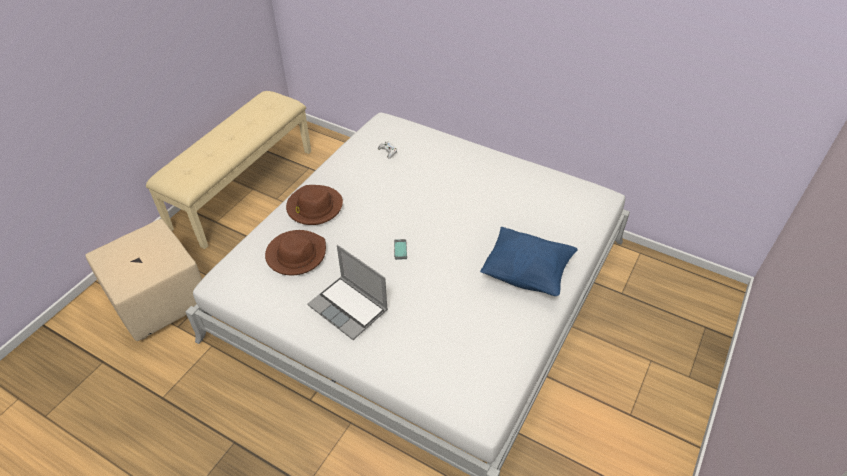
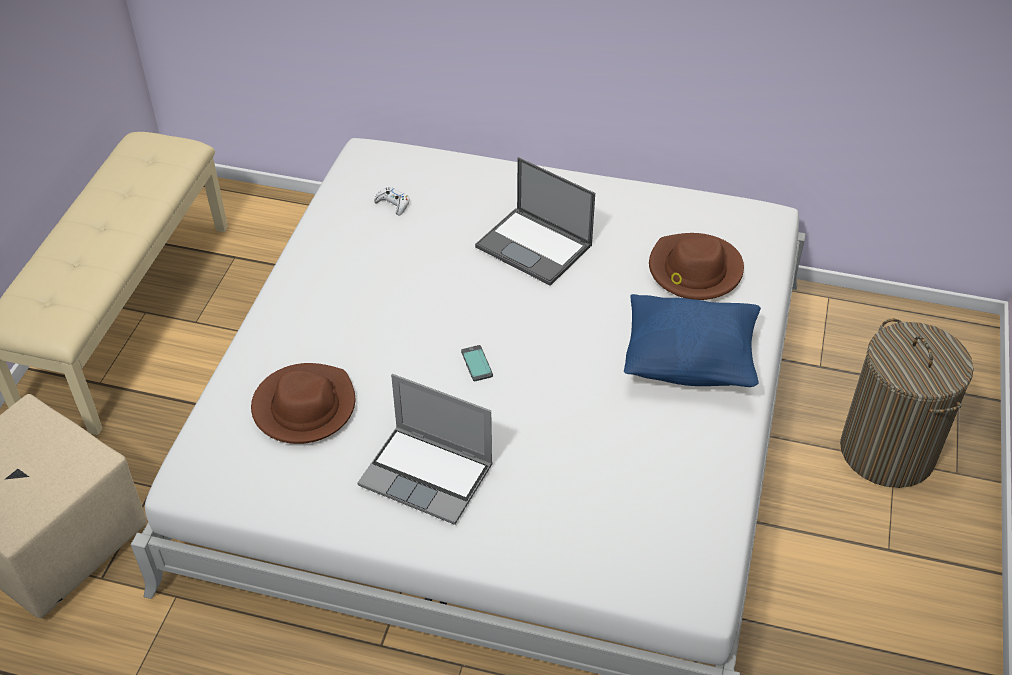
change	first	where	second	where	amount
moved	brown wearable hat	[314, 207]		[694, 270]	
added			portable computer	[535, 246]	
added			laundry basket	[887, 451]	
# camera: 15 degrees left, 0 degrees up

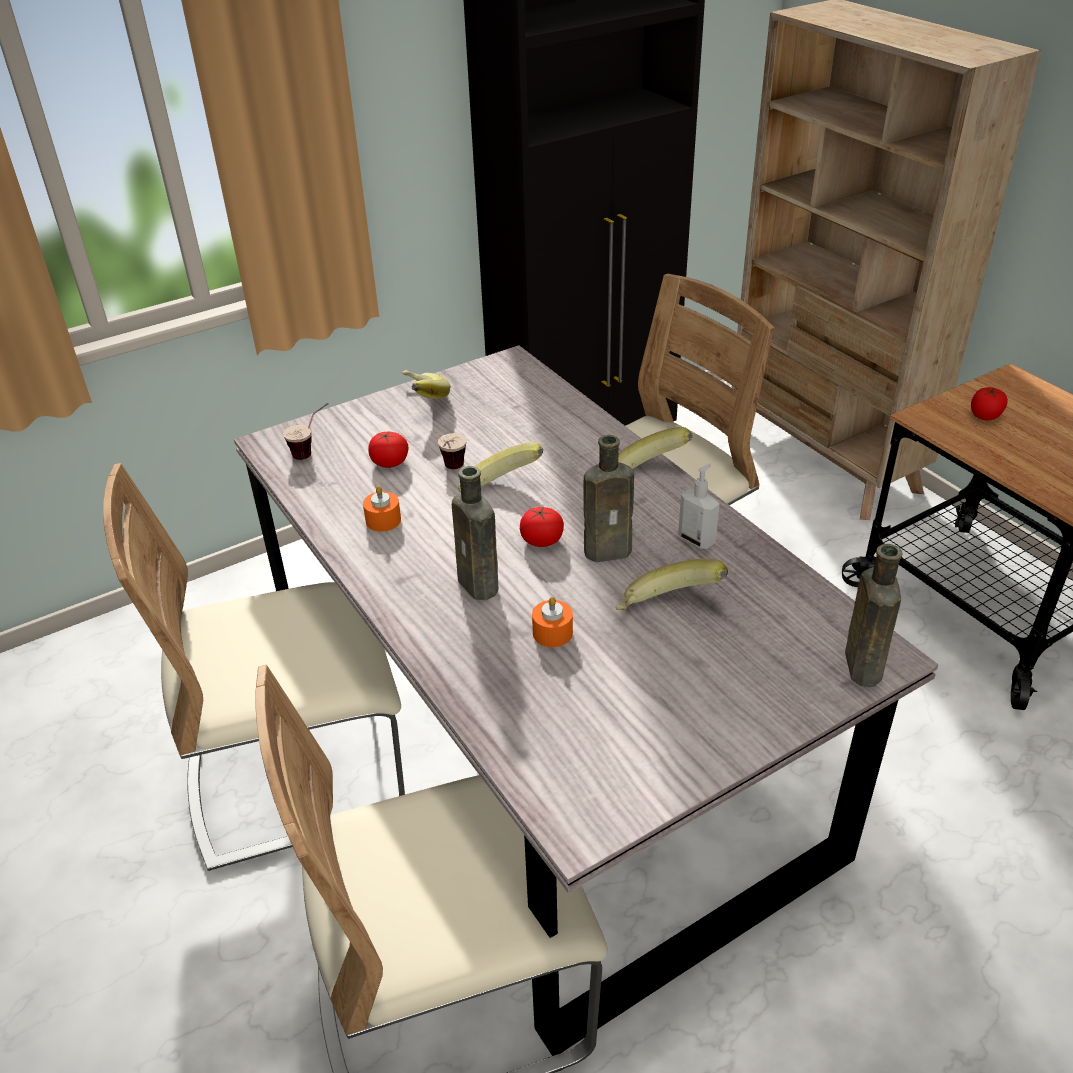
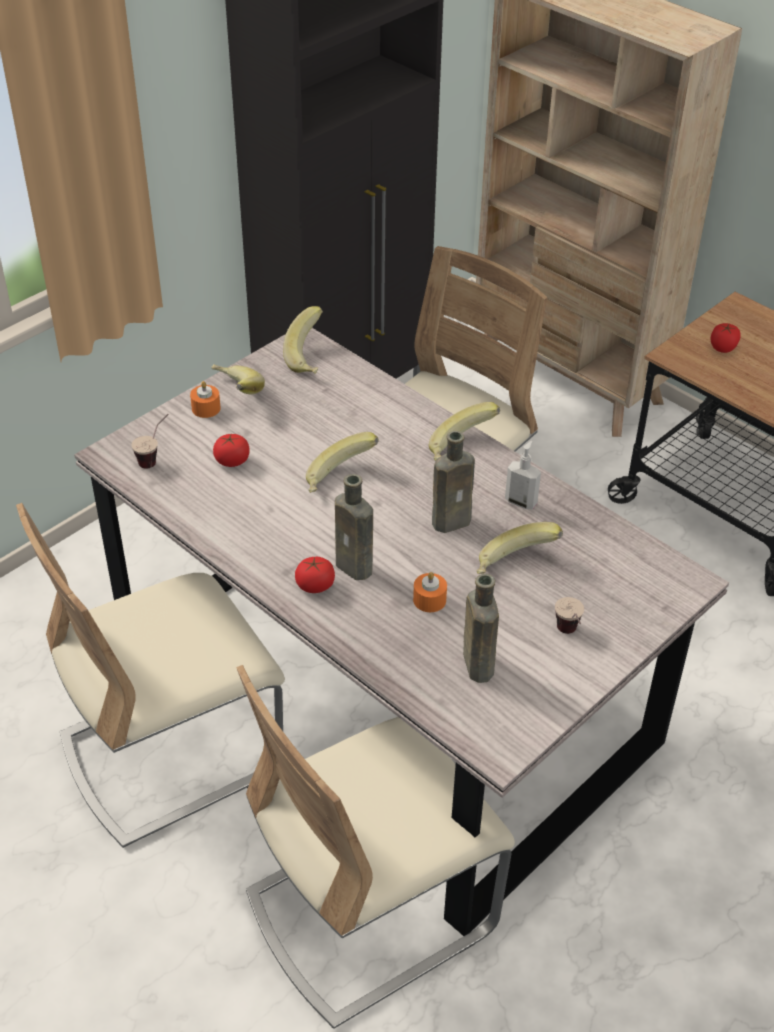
change	first	where	second	where	amount
moved	orange-coloured candle	[383, 520]		[206, 408]	
moved	small cup	[452, 471]		[569, 636]	
moved	whole tomato	[542, 540]		[315, 586]	
moved	brown bottle	[861, 664]		[477, 663]	
added			banana	[310, 358]	
# camera: 15 degrees left, 5 degrees up

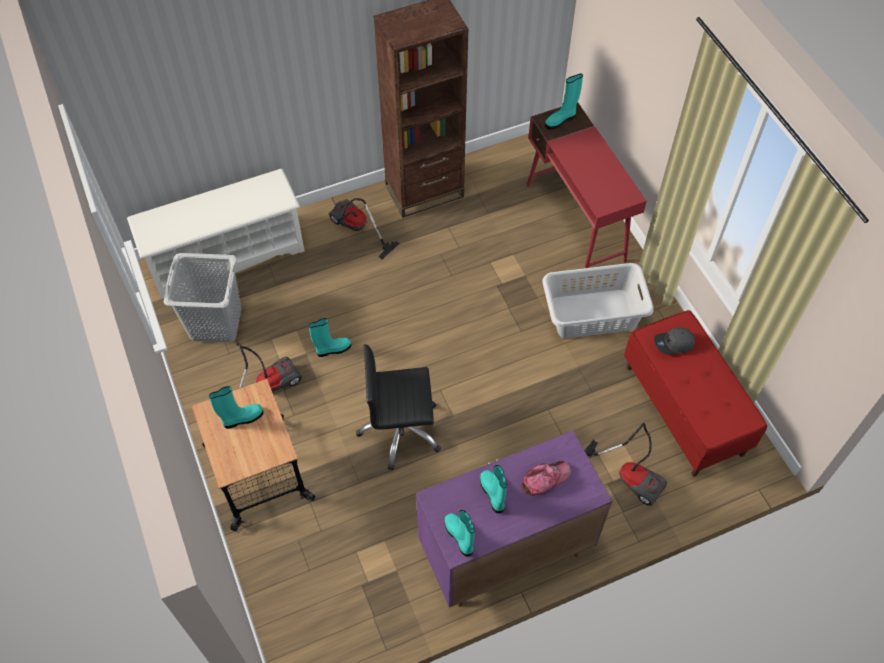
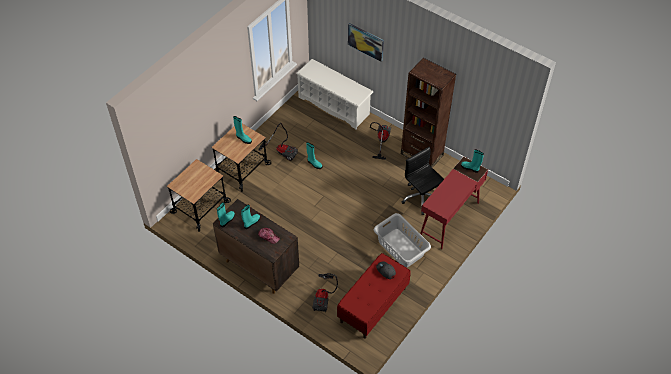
change	first	where	second	where	amount
removed	grey laundry basket	[215, 322]			
moved	black-coloured computer chair	[400, 431]		[421, 198]	
recoloured	purple-coloured storage cabinet	[504, 552]	brown storage cabinet	[259, 266]	
added			cart	[200, 207]	
added			wall art	[366, 41]	
# camera: 60 degrees right, 5 degrees down

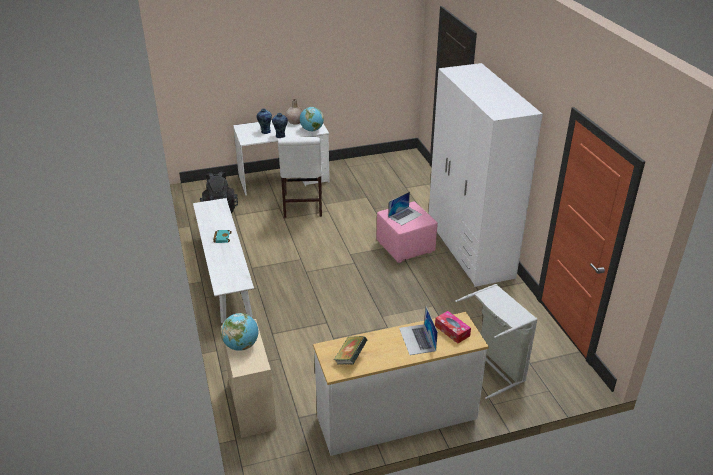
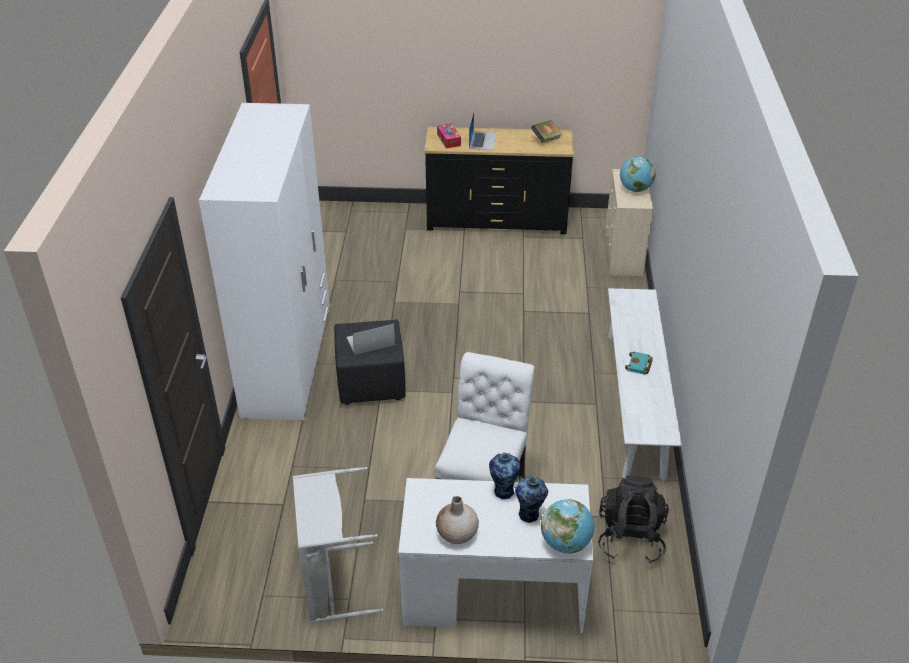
change	first	where	second	where	amount
moved	world globe	[312, 130]		[566, 543]	
recoloured	white drawer chest	[397, 419]	black-coloured drawer chest	[496, 220]	
recoloured	pink-coloured ottoman	[405, 247]	black-coloured ottoman	[370, 384]	
moved	grey laundry basket	[493, 368]		[331, 583]	
# camera: 160 degrees left, 5 degrees up

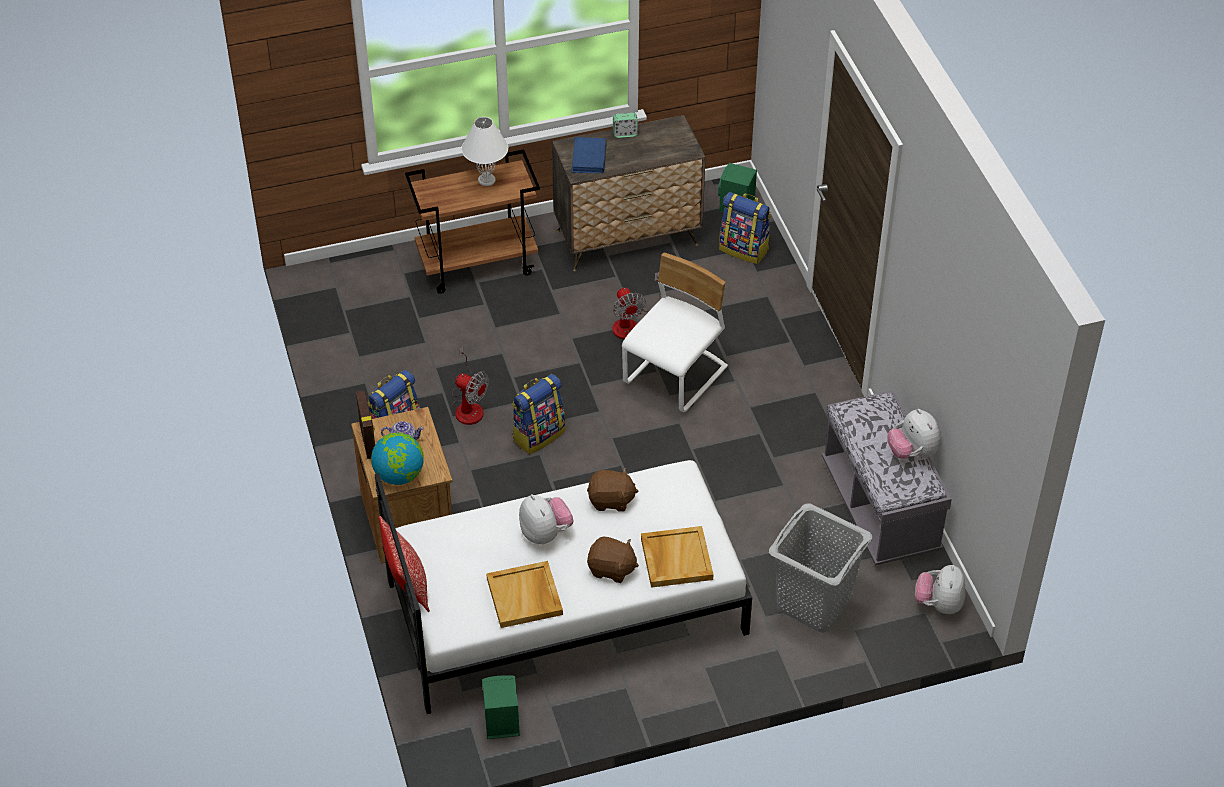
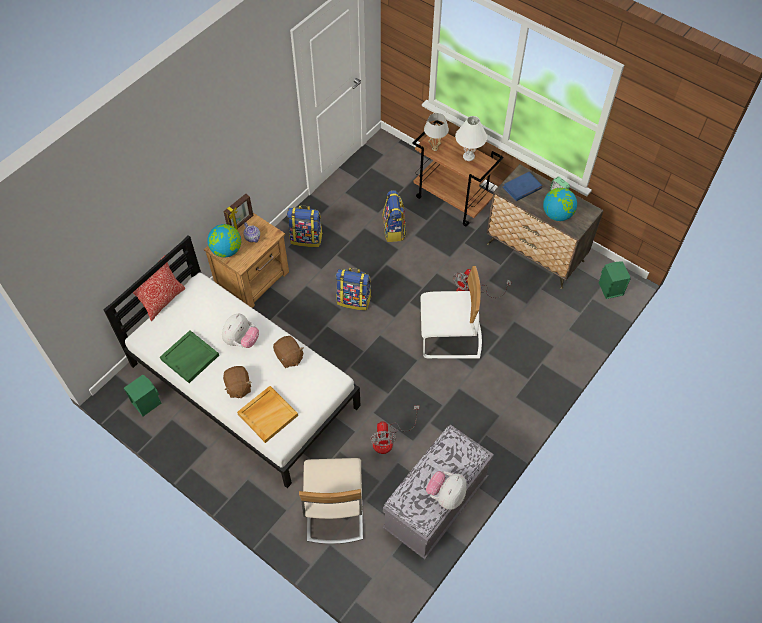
change	first	where	second	where	amount
moved	cooling fan	[468, 406]		[388, 439]	
recoloured	sand-coloured serving tray	[525, 597]	green serving tray	[190, 358]	
moved	backpack	[744, 249]		[394, 230]	
replaced	grey laundry basket	[814, 604]	sand-coloured chair	[334, 510]	
removed	soft toy	[939, 604]			
added			white table lamp	[434, 148]	
added			world globe	[557, 214]	
# camera: 55 degrees right, 10 degrees up

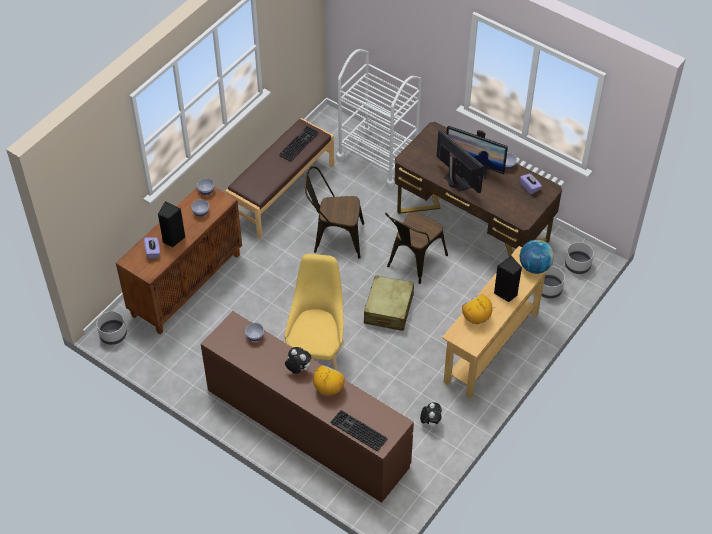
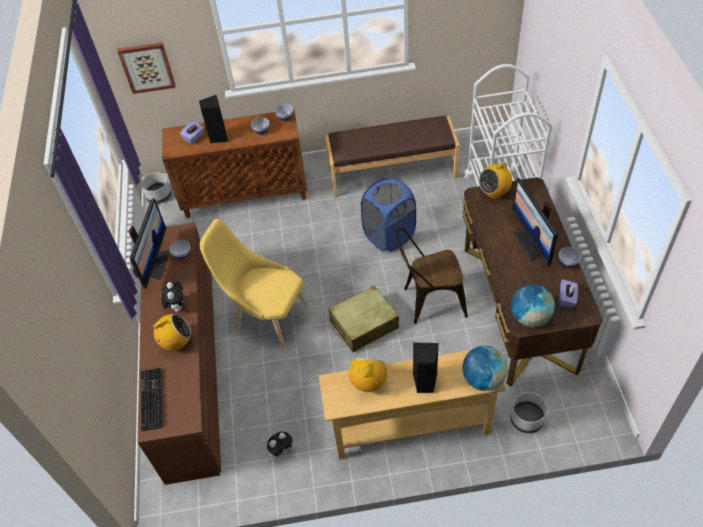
change	first	where	second	where	amount
removed	computer keyboard	[298, 143]			
turned	yellow chair	[317, 354]		[267, 317]	120 degrees counterclockwise
replaced	brown chair	[334, 238]	blue laundry basket	[389, 235]	
moved	monitor	[456, 181]		[156, 264]	
removed	grey plant pot	[578, 265]			
added			wall art	[147, 67]	
added			radio receiver	[494, 192]	
added			world globe	[530, 317]	
# camera: 50 degrees right, 0 degrees up

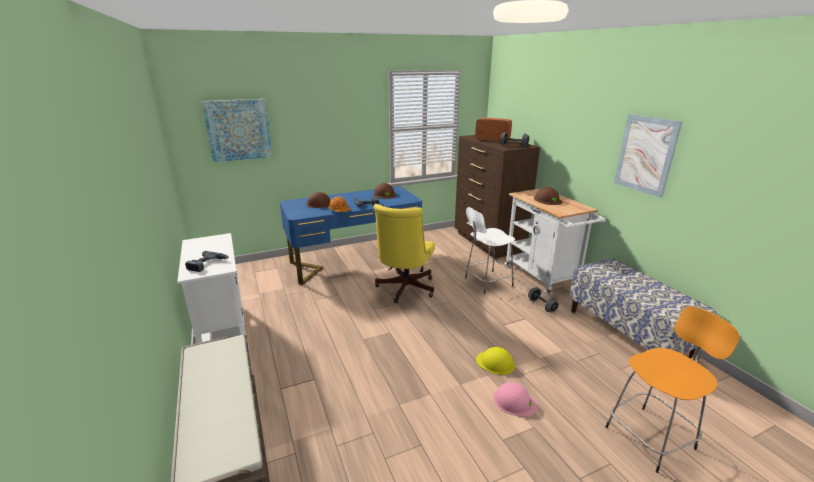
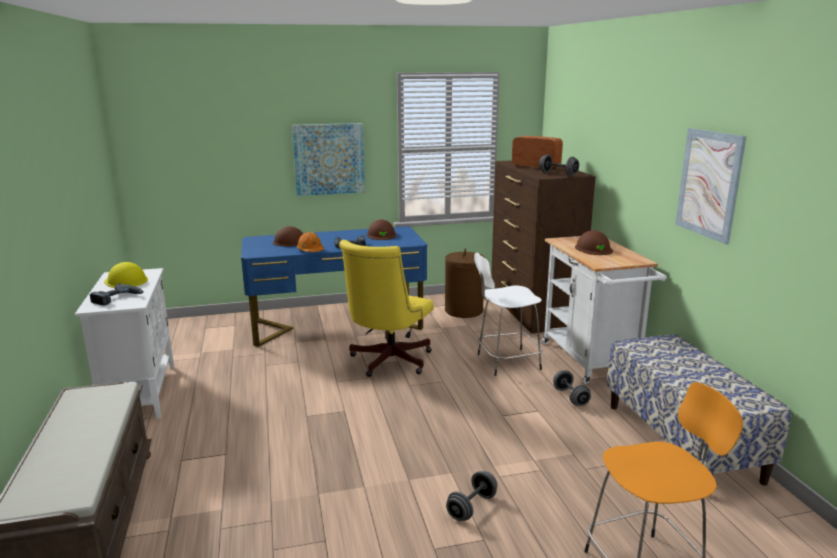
change	first	where	second	where	amount
moved	wall art	[238, 130]		[329, 159]	
moved	yellow safety helmet	[495, 362]		[126, 281]	
replaced	pink-coloured safety helmet	[514, 401]	grey dumbbell	[471, 507]	
added			brown laundry basket	[463, 310]	
# camera: 10 degrees right, 5 degrees down

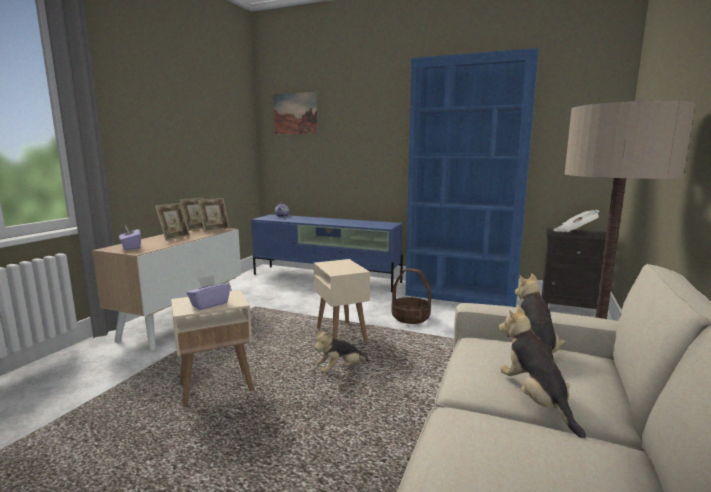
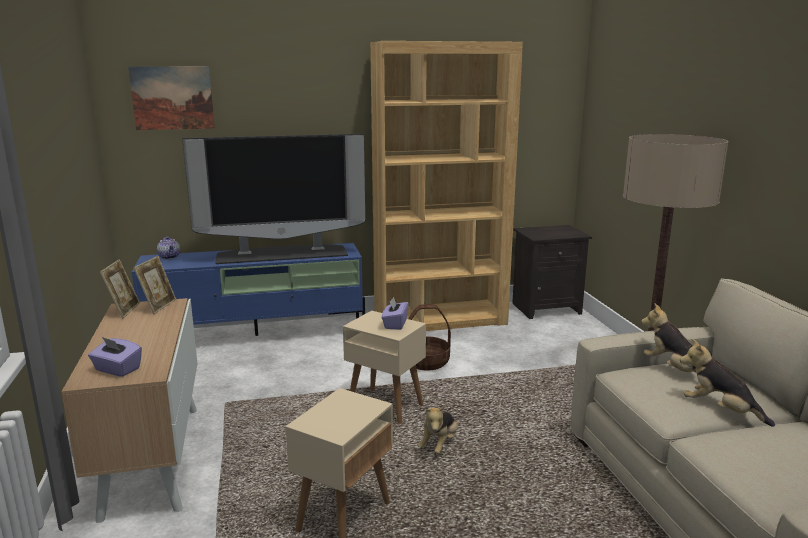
change	first	where	second	where	amount
removed	picture frame	[174, 237]			
moved	purple-coloured tissue holder	[209, 304]		[395, 324]	
recoloured	blue bookshelf	[461, 295]	brown bookshelf	[440, 319]	
removed	daily paper	[574, 231]			
added			television	[282, 254]	
# camera: 35 degrees left, 5 degrees up

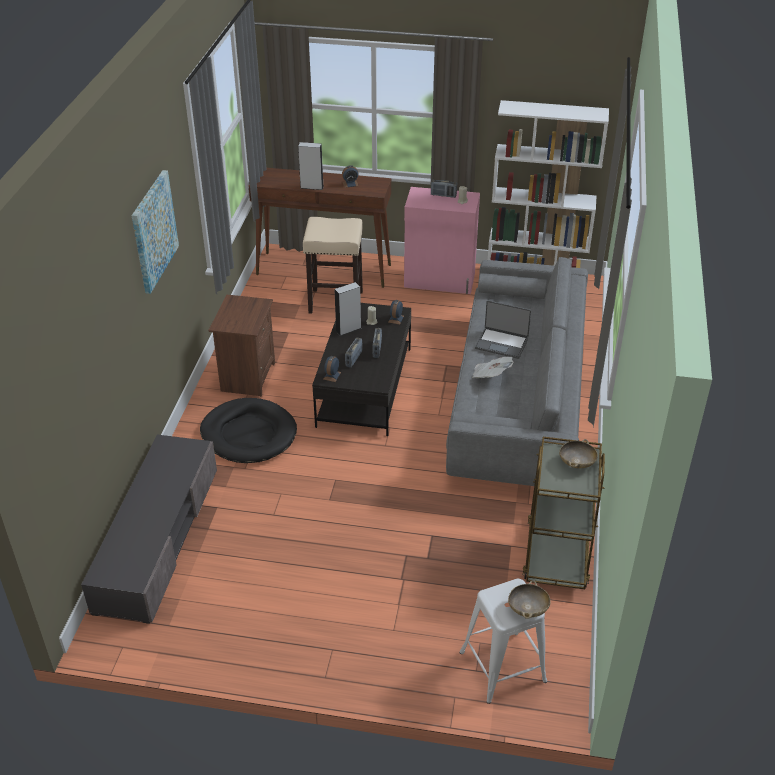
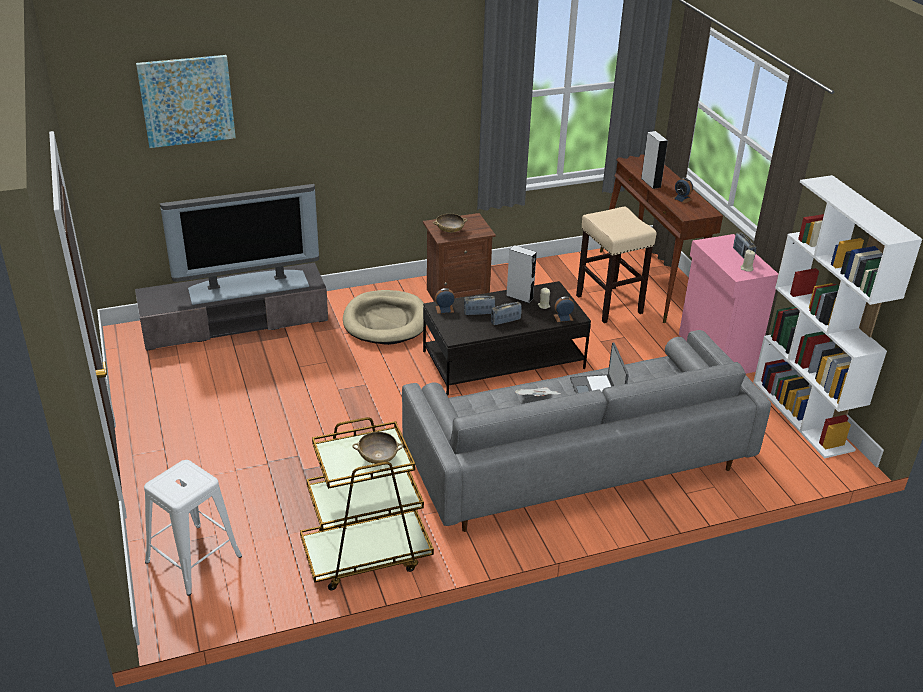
change	first	where	second	where	amount
moved	wall art	[153, 231]		[187, 100]	
recoloured	black-coloured dog cushion	[249, 434]	sand-coloured dog cushion	[386, 321]	
moved	sand-coloured deep dish	[528, 609]		[450, 231]	
added			television	[248, 285]	
# camera: 60 degrees right, 5 degrees down

